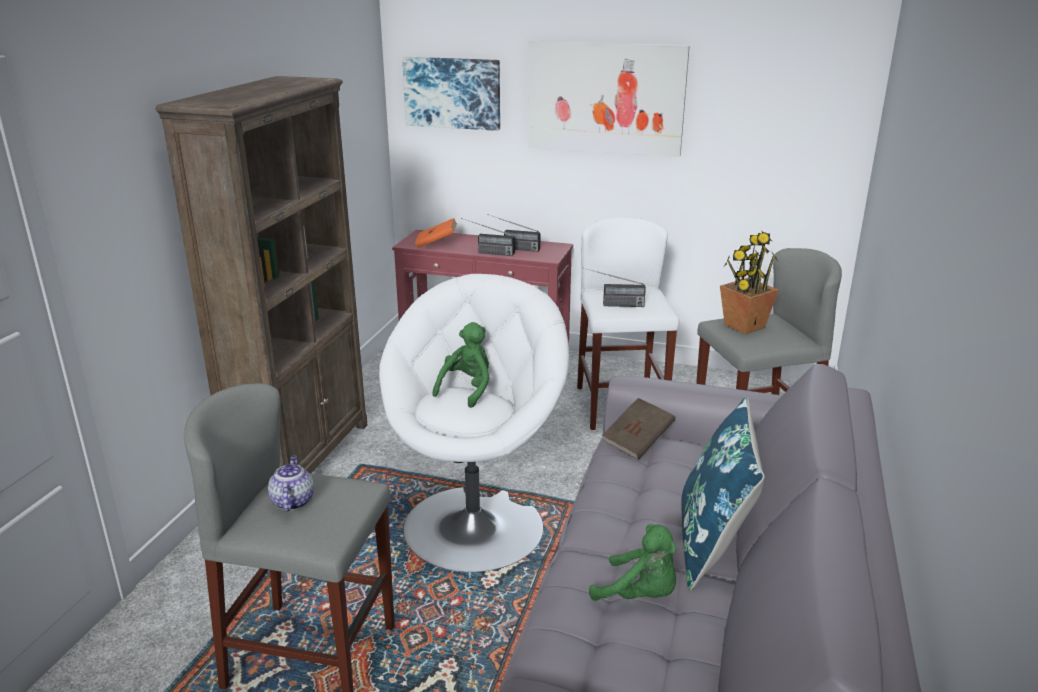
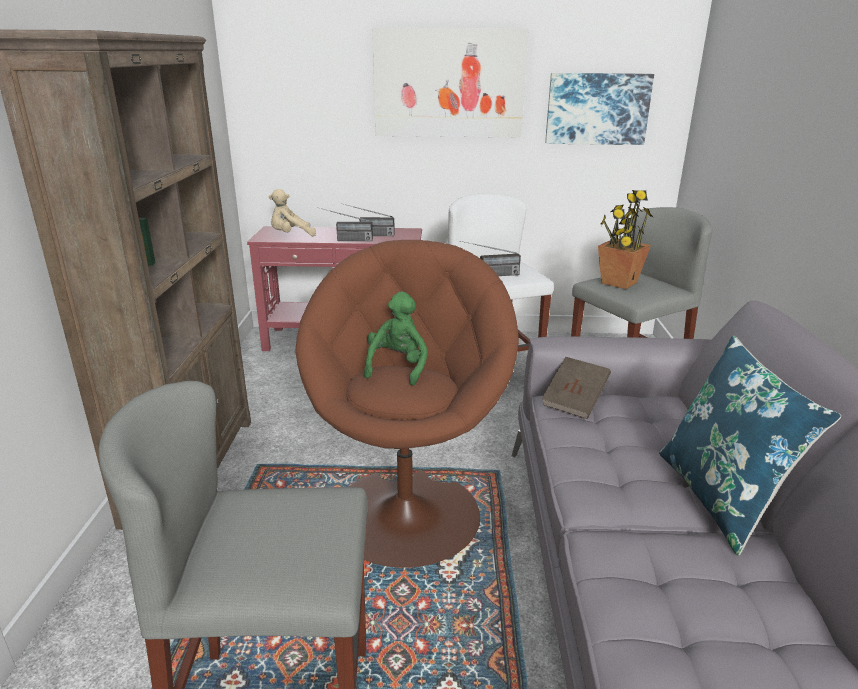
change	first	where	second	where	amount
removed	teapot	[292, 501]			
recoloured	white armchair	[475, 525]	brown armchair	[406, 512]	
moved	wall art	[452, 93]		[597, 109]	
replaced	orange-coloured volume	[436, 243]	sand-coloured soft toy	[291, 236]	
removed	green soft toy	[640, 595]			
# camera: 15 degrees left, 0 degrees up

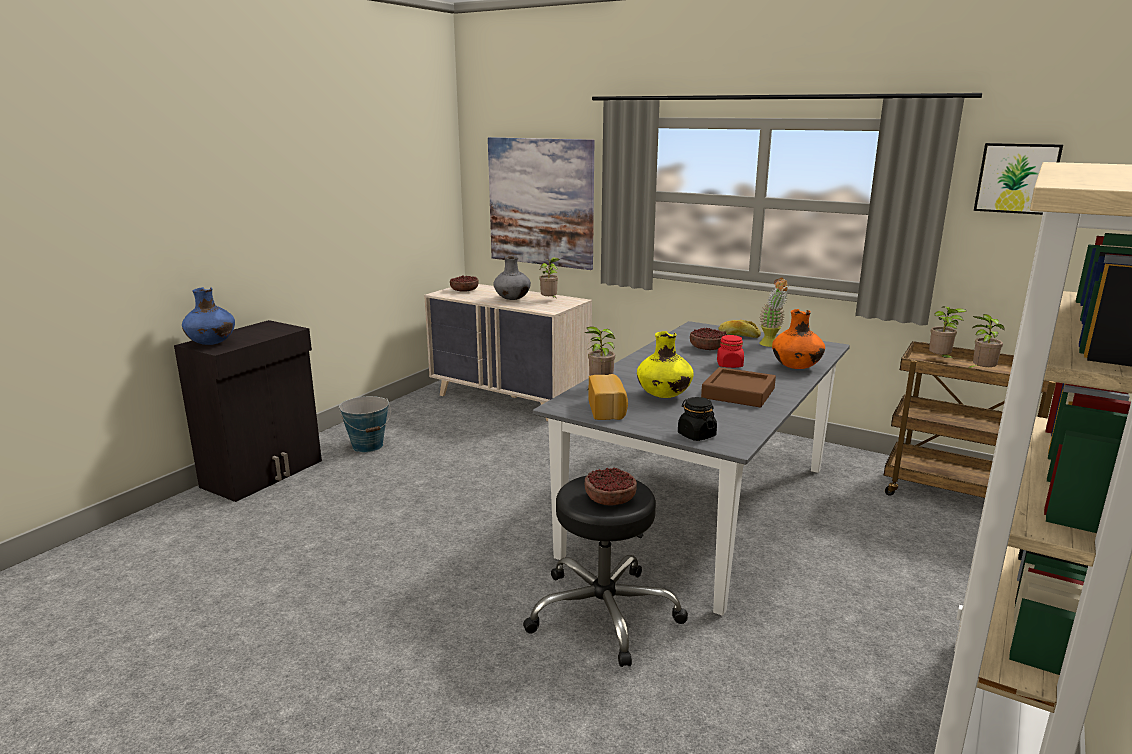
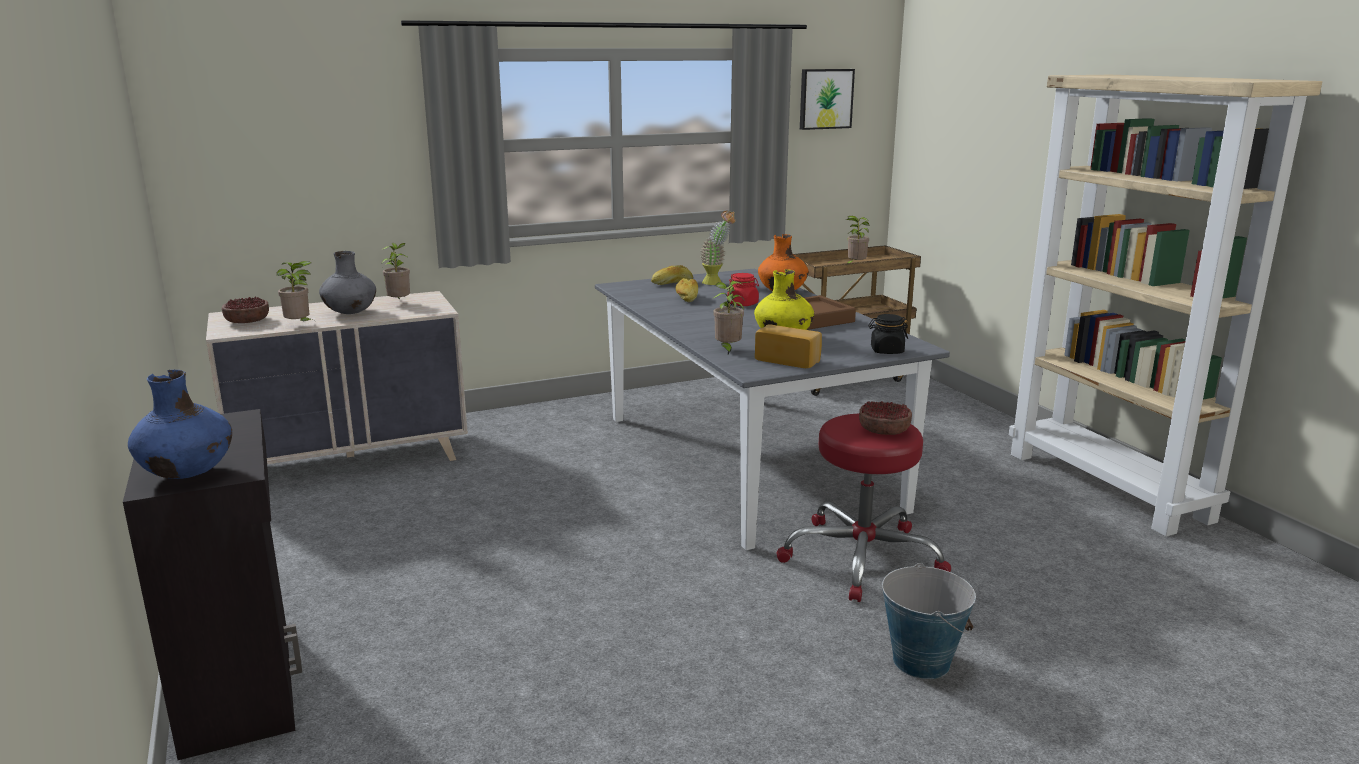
change	first	where	second	where	amount
moved	pail	[368, 446]		[921, 661]	
removed	wall art	[541, 202]			
recoloured	black-coloured stool seat	[604, 612]	red stool seat	[861, 557]	
replaced	deep dish	[708, 348]	bread	[686, 298]	
moved	potted plant	[940, 360]		[300, 325]	
# camera: 55 degrees left, 0 degrees up

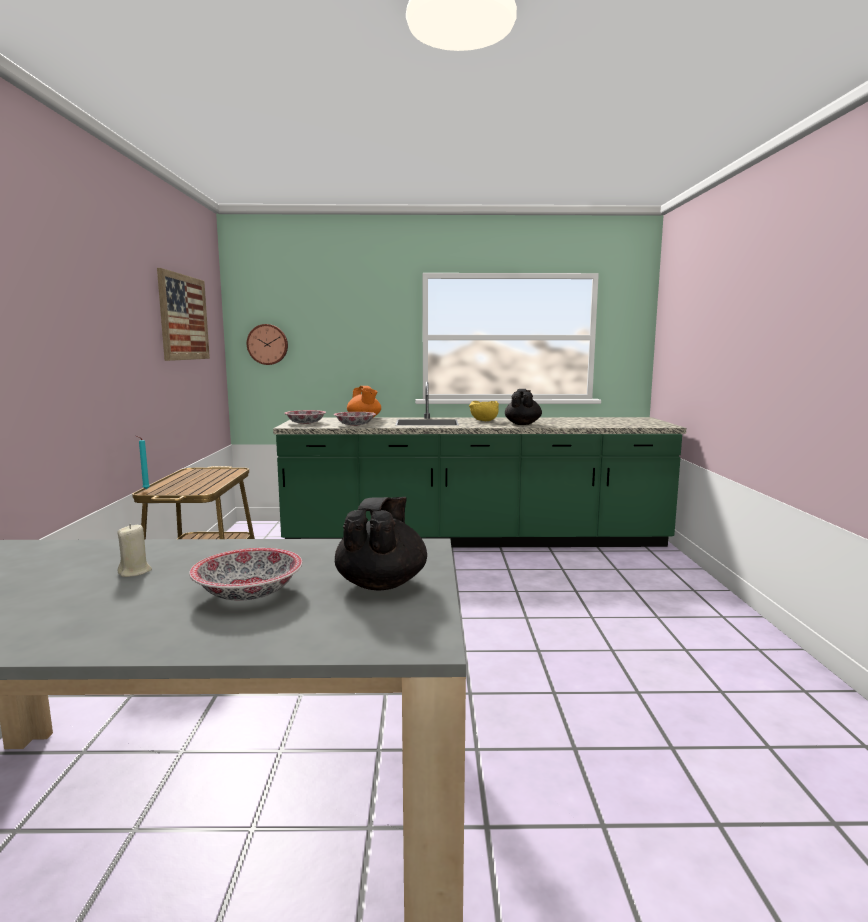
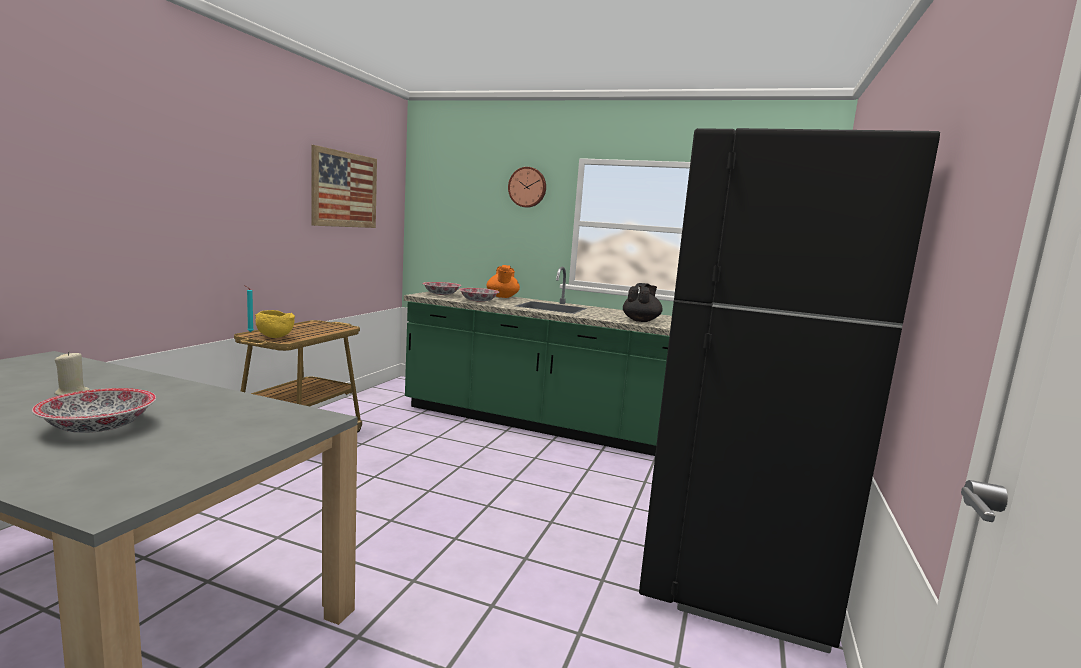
change	first	where	second	where	amount
moved	hanging clock	[268, 344]		[527, 187]	
removed	black-coloured teapot	[382, 583]			
moved	yellow deep dish	[484, 421]		[274, 337]	
added			black-coloured kitchen fridge	[734, 571]	
# camera: 20 degrees right, 0 degrees up

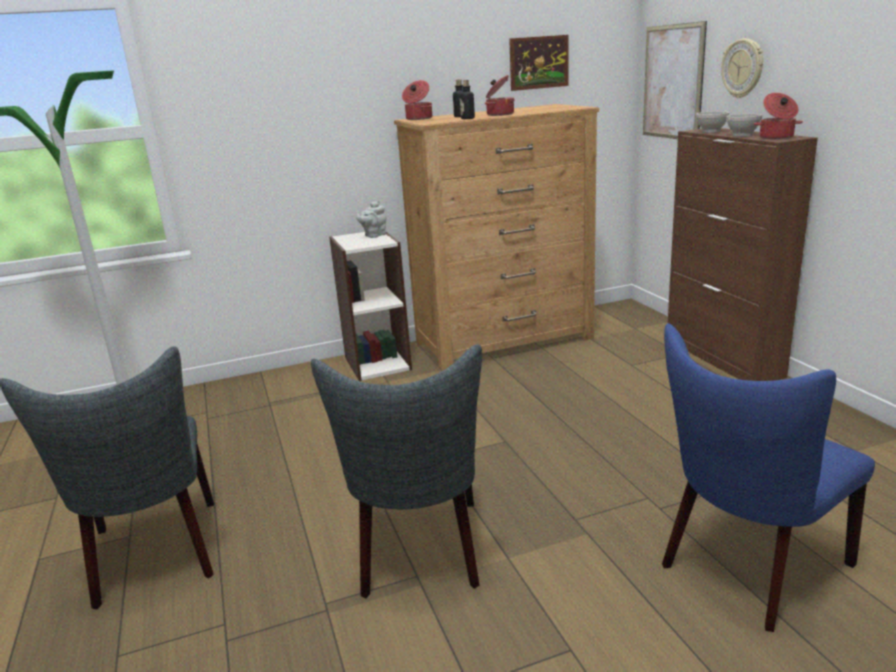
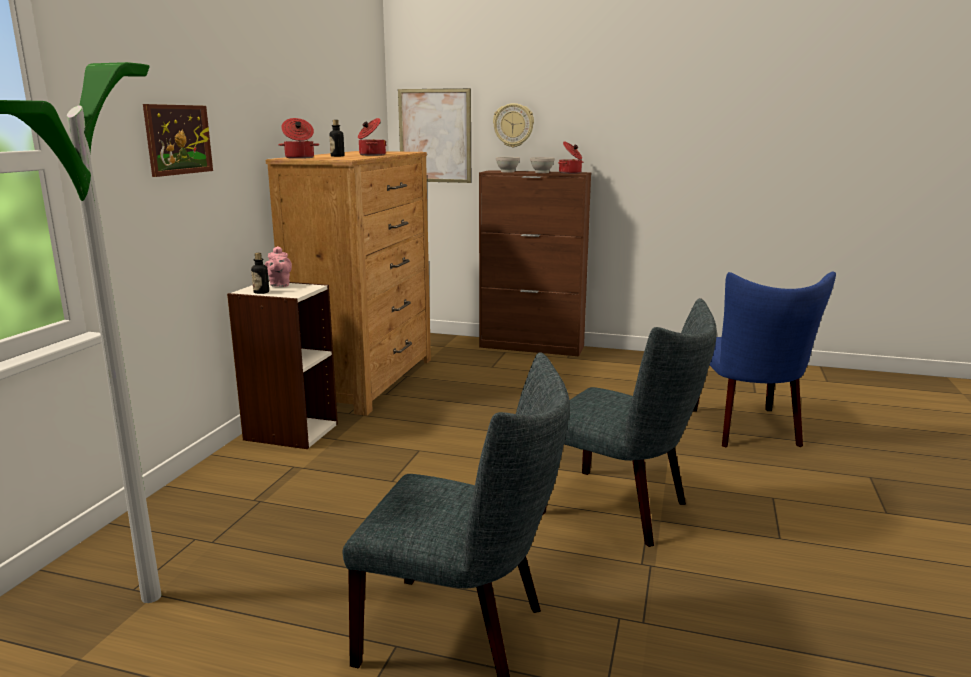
change	first	where	second	where	amount
recoloured	grey teapot	[374, 235]	pink-coloured teapot	[279, 285]	
moved	bottle	[467, 118]		[261, 292]	
moved	wall art	[539, 62]		[178, 139]	
# camera: 55 degrees left, 5 degrees down

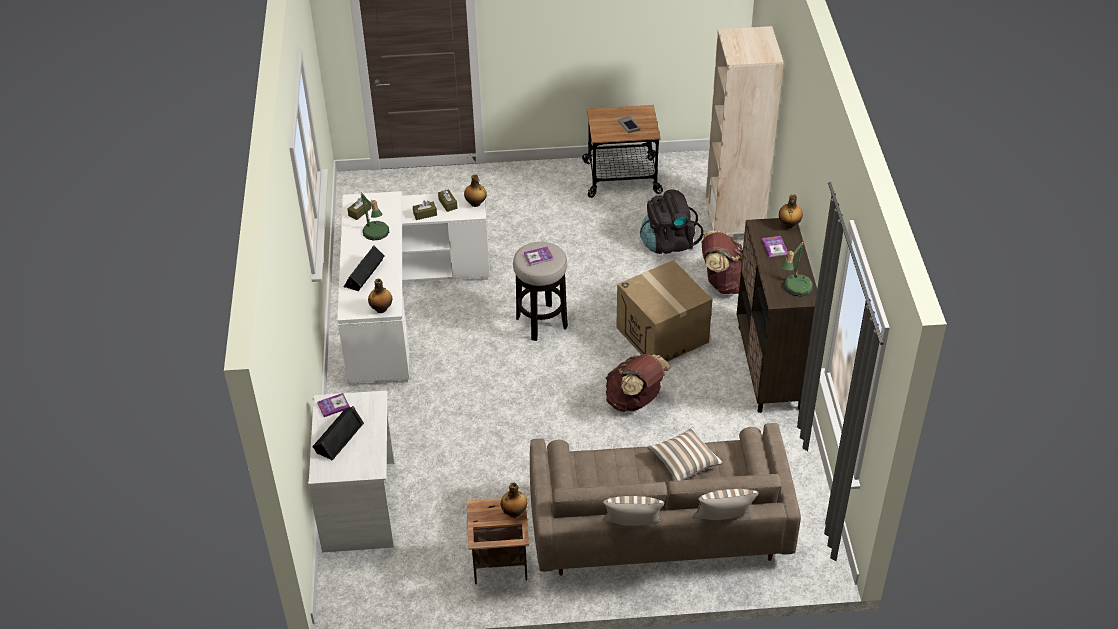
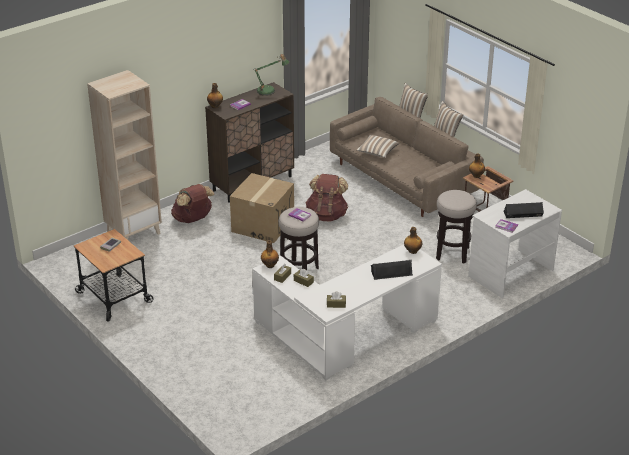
change	first	where	second	where	amount
removed	table lamp	[376, 235]			
removed	black-coloured backpack	[668, 243]			
added			stool seat	[452, 253]	
# camera: 125 degrees left, 10 degrees down

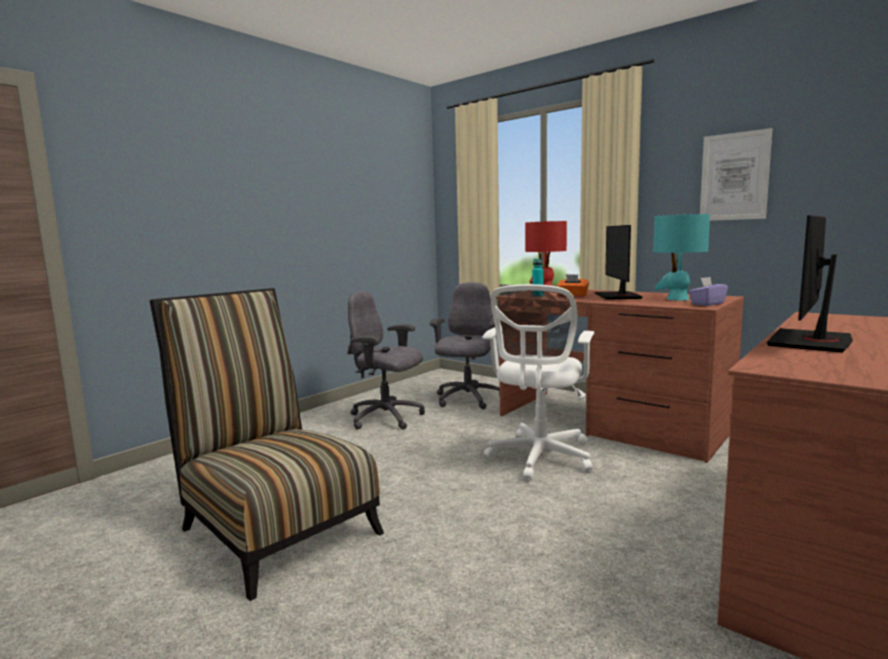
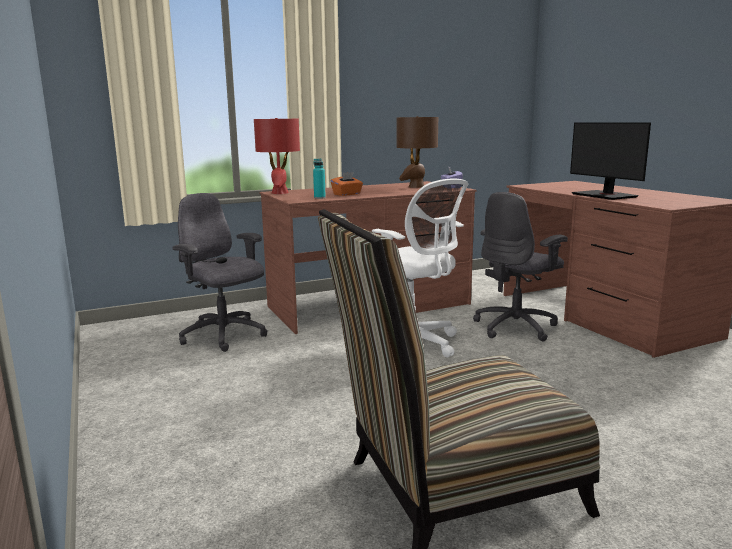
change	first	where	second	where	amount
moved	grey computer chair	[386, 418]		[516, 327]	
removed	monitor	[618, 296]			
recoloured	turquoise table lamp	[677, 299]	brown table lamp	[416, 187]	
removed	wall art	[734, 176]			
# camera: 65 degrees left, 5 degrees up

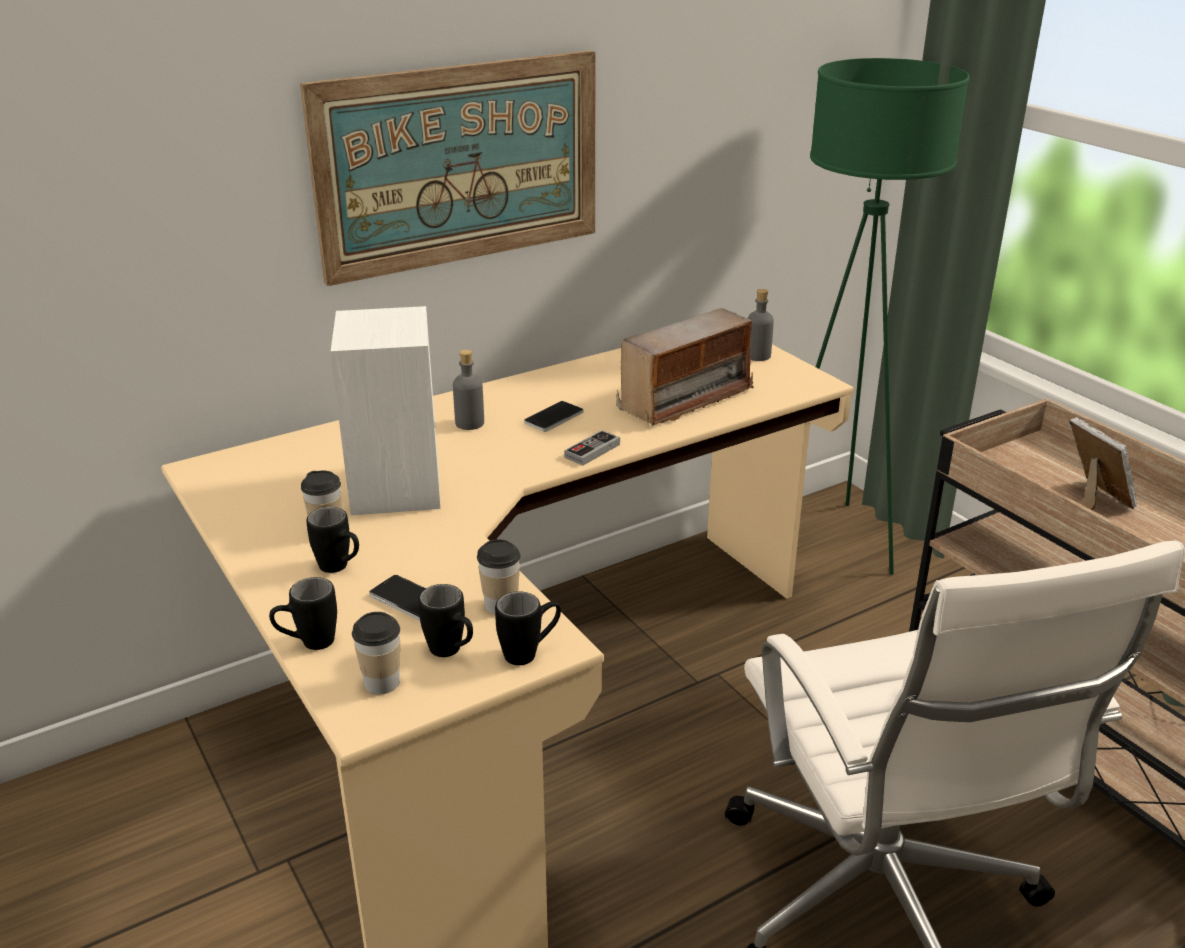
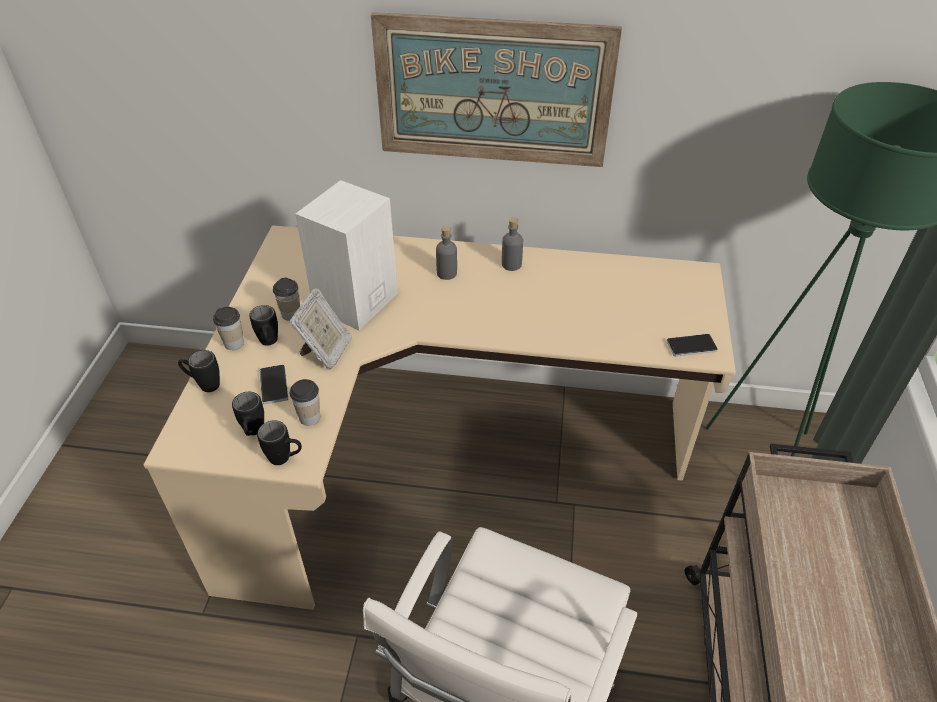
change	first	where	second	where	amount
moved	small cup	[382, 682]		[234, 343]	
moved	handset	[553, 418]		[691, 346]	
removed	game controller	[592, 451]			
removed	radio receiver	[686, 399]			
moved	grey bottle	[757, 356]		[511, 264]	
moved	picture frame	[1095, 499]		[325, 351]	
# camera: 40 degrees right, 15 degrees up

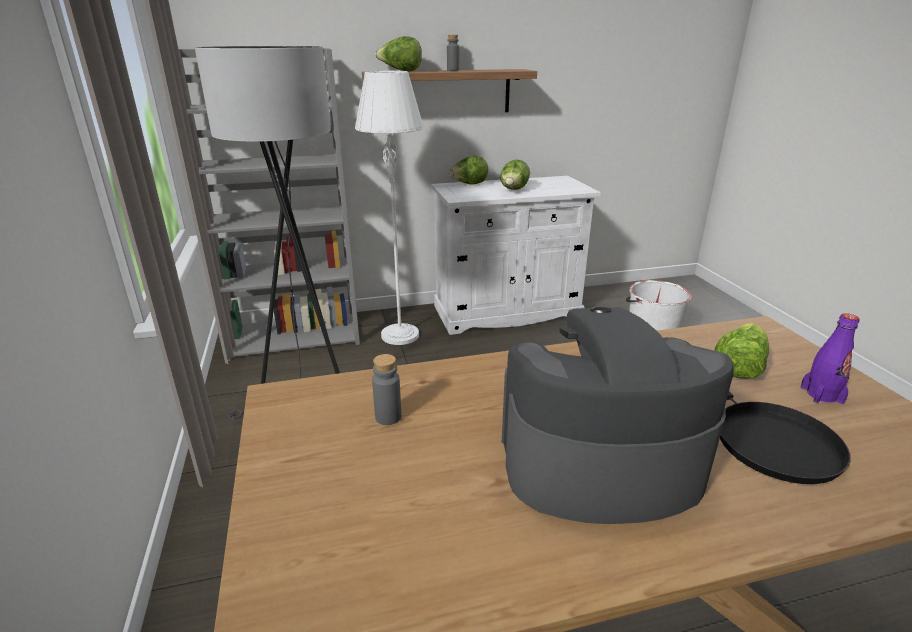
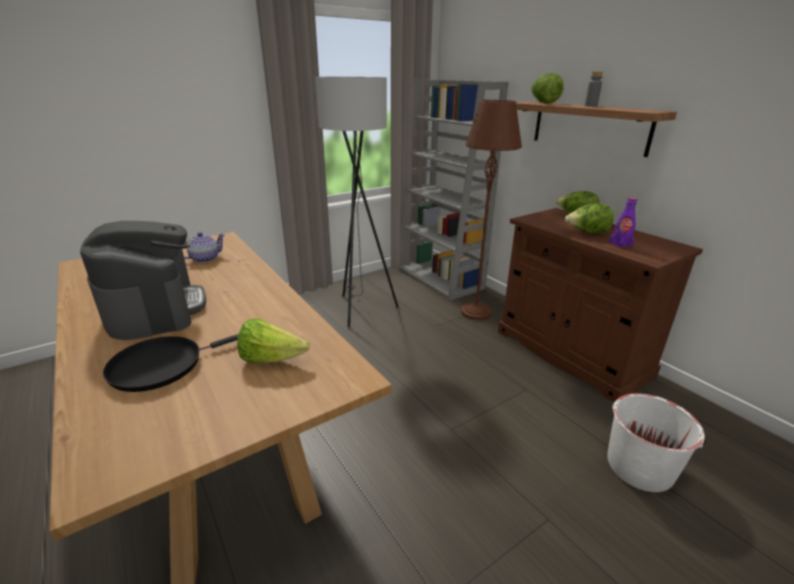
change	first	where	second	where	amount
recoloured	white standard lamp	[400, 335]	brown standard lamp	[476, 312]	
replaced	grey bottle	[388, 417]	teapot	[204, 259]	
recoloured	white storage cabinet	[507, 312]	brown storage cabinet	[570, 353]	
moved	purple-coloured bottle	[821, 395]		[620, 244]	
# camera: 70 degrees right, 0 degrees up

